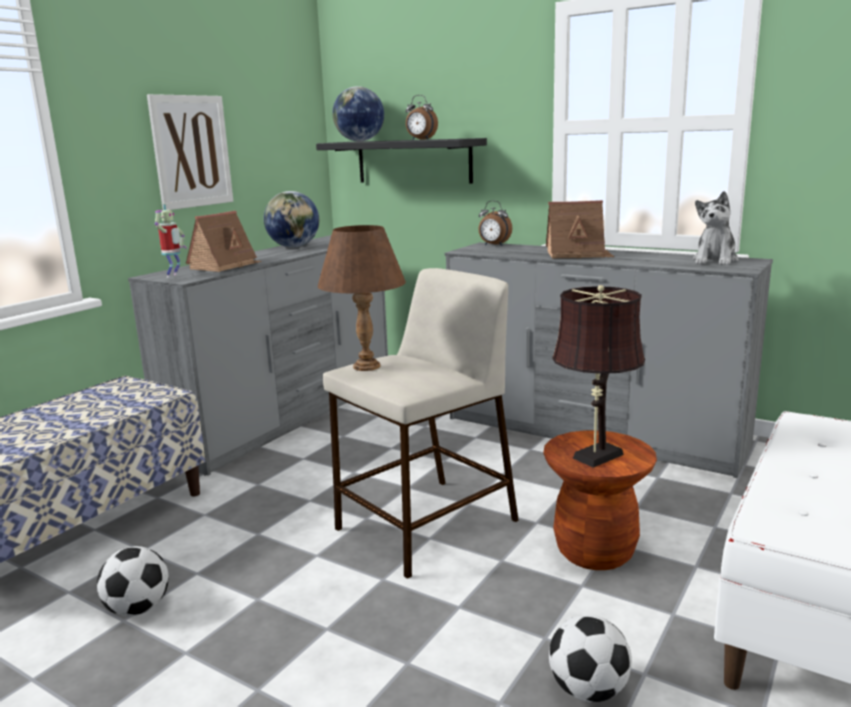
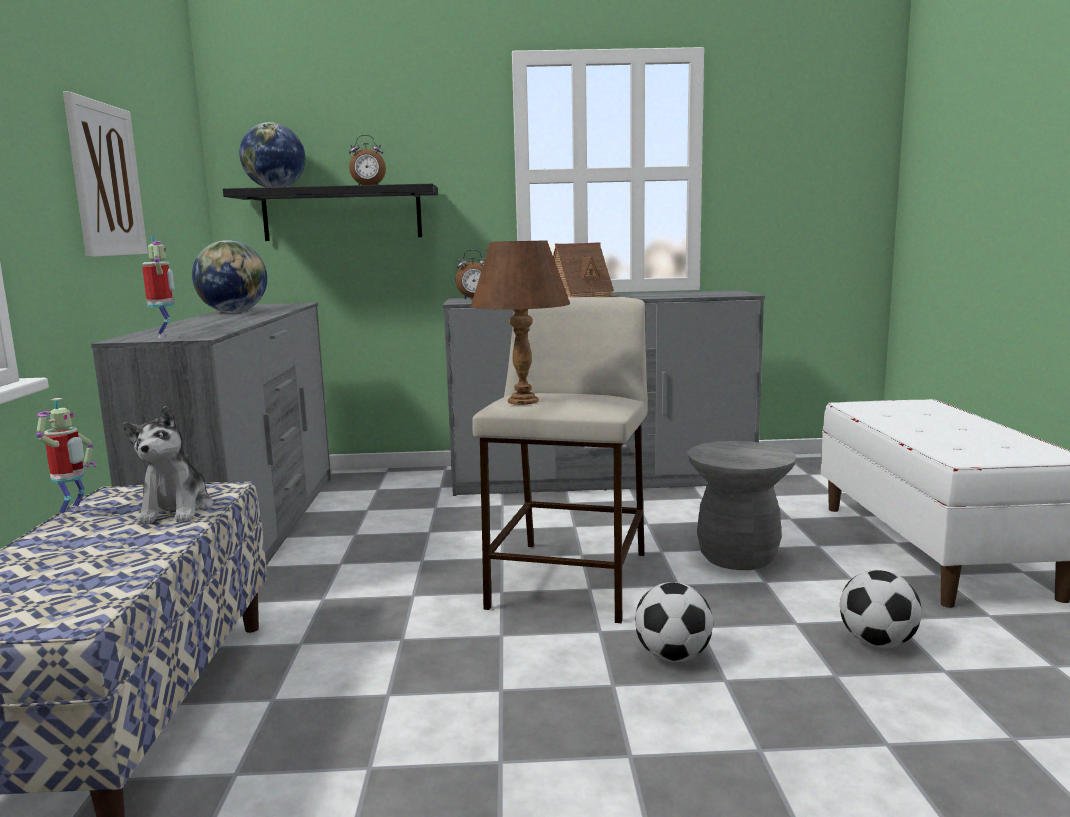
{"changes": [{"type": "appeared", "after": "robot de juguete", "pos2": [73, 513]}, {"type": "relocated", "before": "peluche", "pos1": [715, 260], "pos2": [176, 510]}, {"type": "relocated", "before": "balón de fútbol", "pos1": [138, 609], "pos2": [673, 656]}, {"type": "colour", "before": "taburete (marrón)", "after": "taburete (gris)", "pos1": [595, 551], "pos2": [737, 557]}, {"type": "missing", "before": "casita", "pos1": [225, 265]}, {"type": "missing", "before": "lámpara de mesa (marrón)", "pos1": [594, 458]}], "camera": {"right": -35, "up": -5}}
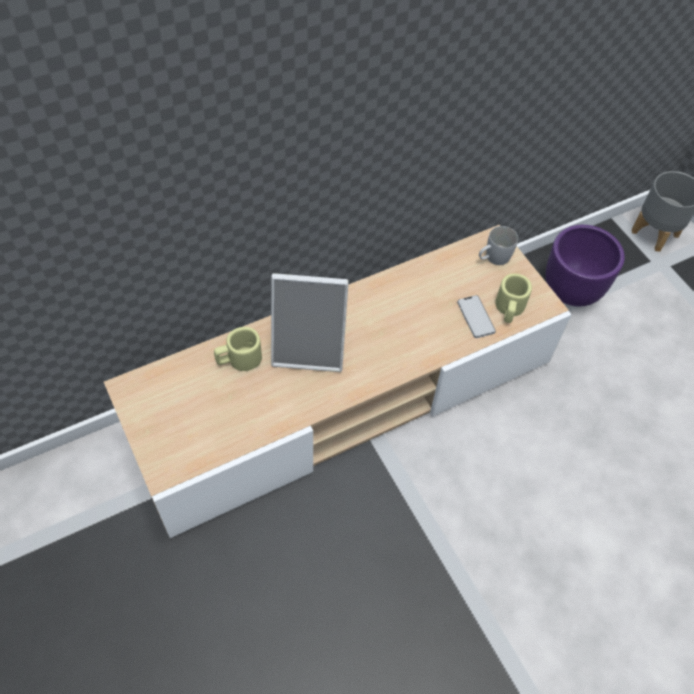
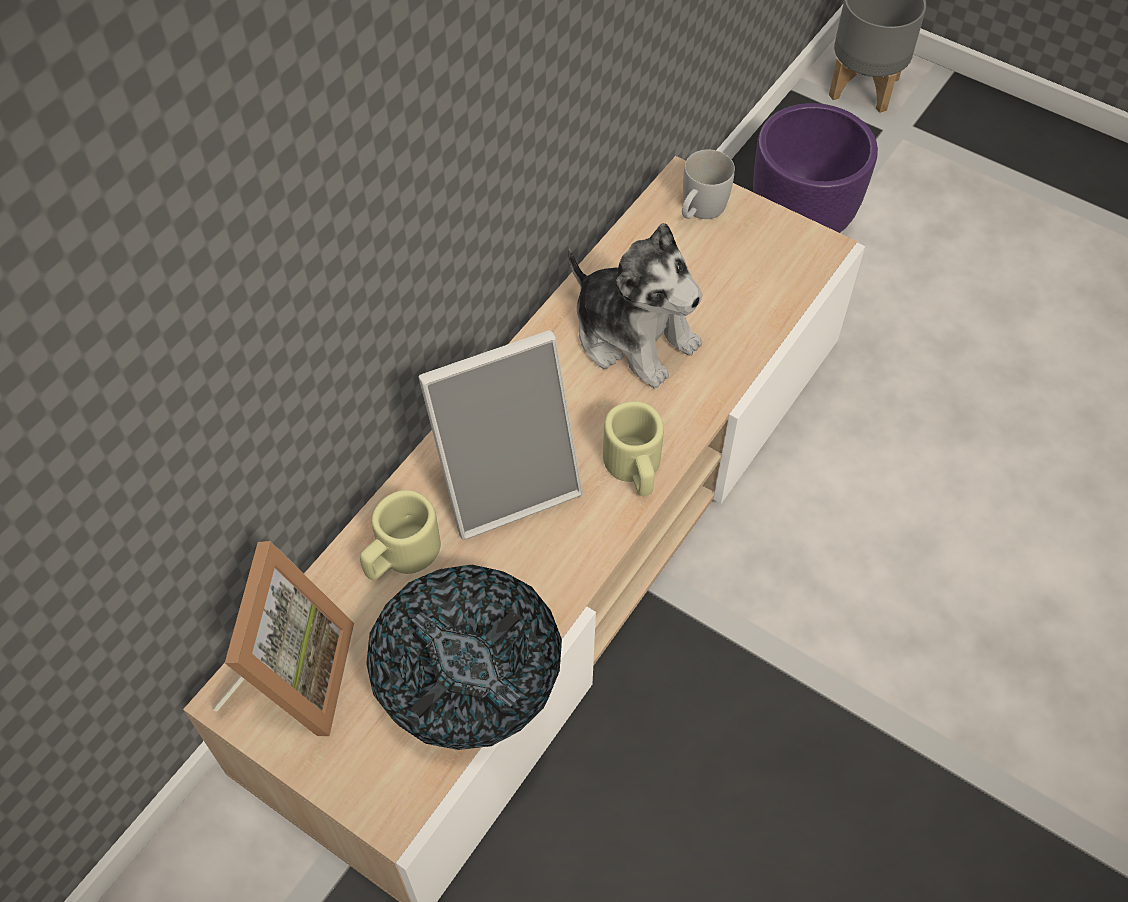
{"changes": [{"type": "appeared", "after": "portarretratos", "pos2": [292, 675]}, {"type": "appeared", "after": "cuenco", "pos2": [468, 679]}, {"type": "appeared", "after": "peluche", "pos2": [633, 336]}, {"type": "relocated", "before": "taza grande (beis)", "pos1": [509, 309], "pos2": [634, 468]}, {"type": "missing", "before": "móvil", "pos1": [476, 317]}], "camera": {"right": -25, "up": 0}}
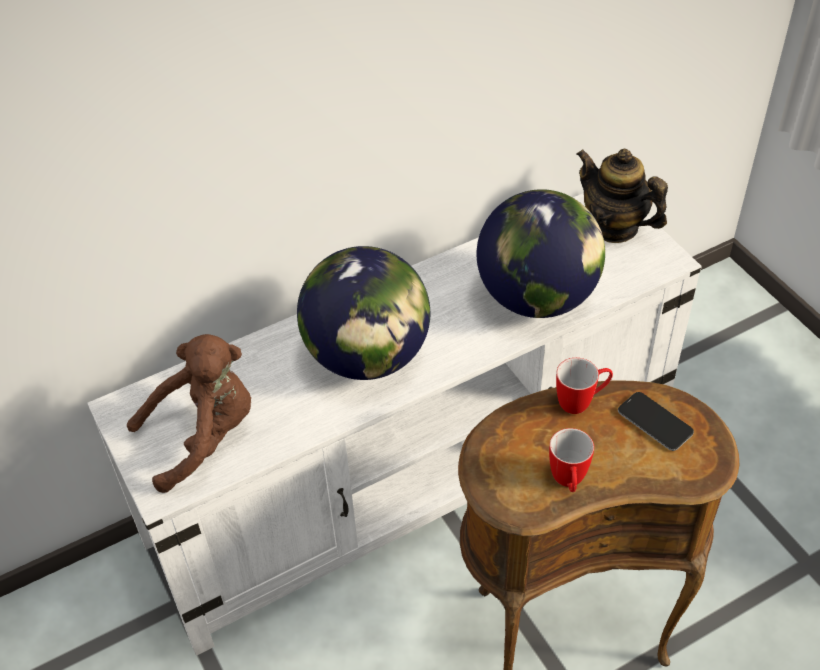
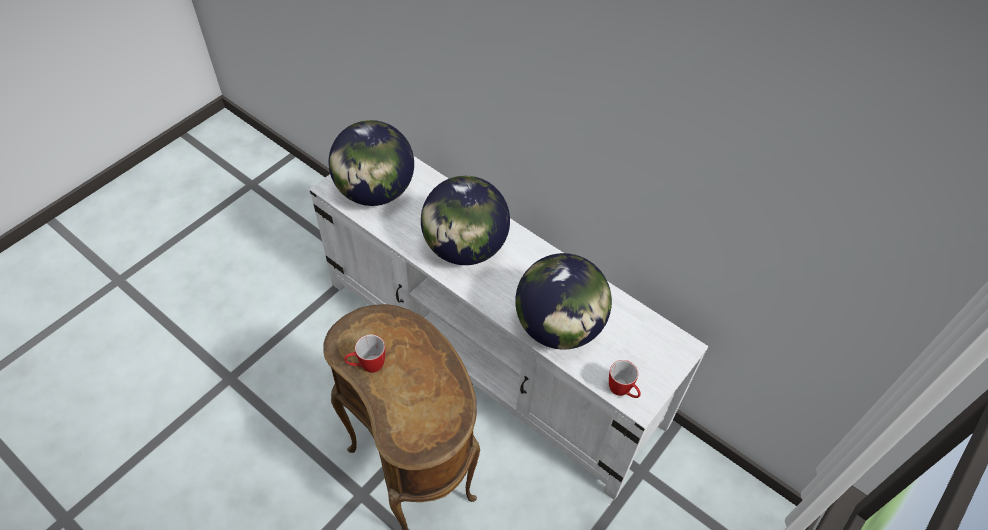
{"changes": [{"type": "exchanged", "before": "peluche (marrón)", "after": "globo terráqueo", "pos1": [204, 436], "pos2": [375, 192]}, {"type": "relocated", "before": "taza grande", "pos1": [581, 402], "pos2": [622, 392]}, {"type": "missing", "before": "tetera", "pos1": [614, 227]}, {"type": "missing", "before": "móvil", "pos1": [655, 422]}], "camera": {"right": 65, "up": 5}}
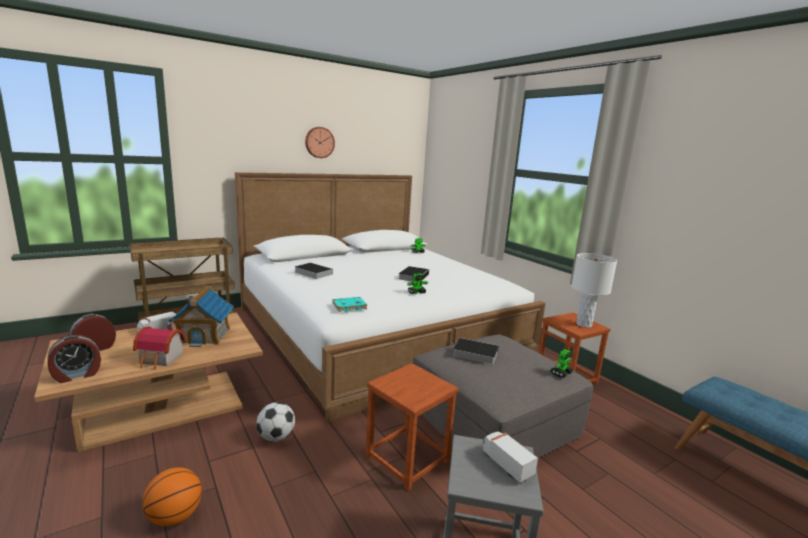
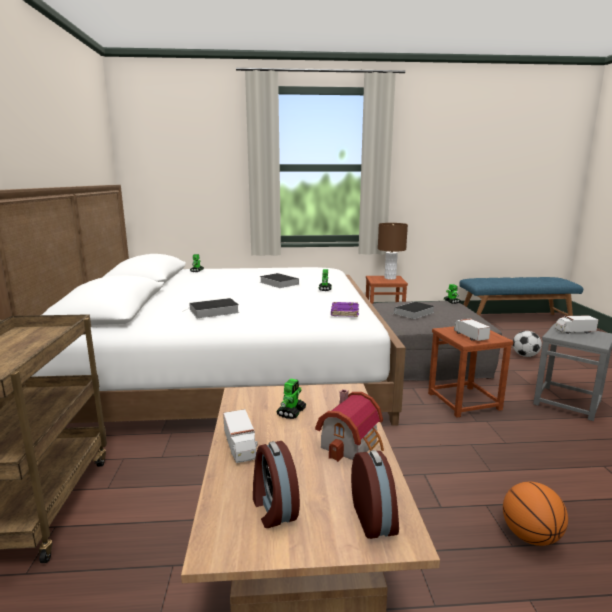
{"changes": [{"type": "exchanged", "before": "casita", "after": "robot de juguete", "pos1": [204, 335], "pos2": [291, 412]}, {"type": "colour", "before": "libro (turquesa)", "after": "libro (morado)", "pos1": [349, 306], "pos2": [344, 312]}, {"type": "colour", "before": "lámpara de mesa (blanco)", "after": "lámpara de mesa (marrón)", "pos1": [583, 324], "pos2": [390, 278]}, {"type": "appeared", "after": "camión de juguete", "pos2": [470, 336]}, {"type": "relocated", "before": "balón de fútbol", "pos1": [276, 437], "pos2": [525, 356]}, {"type": "missing", "before": "reloj de pared", "pos1": [319, 142]}], "camera": {"right": -60, "up": 0}}
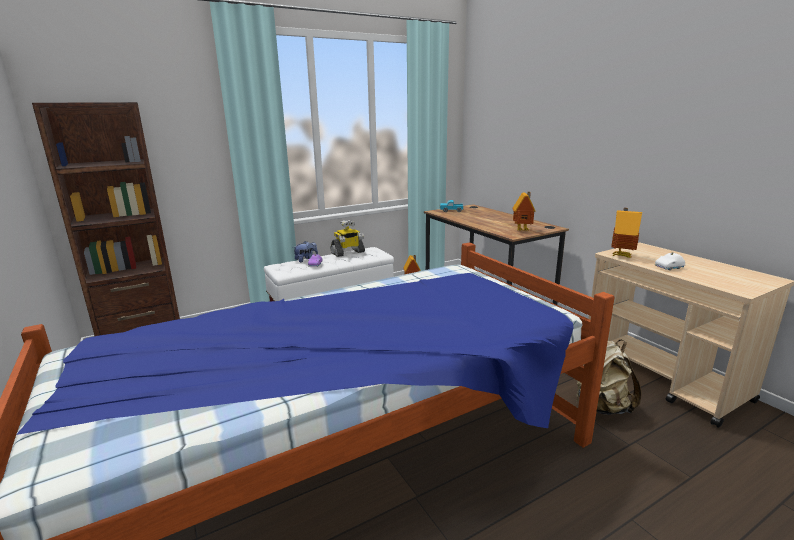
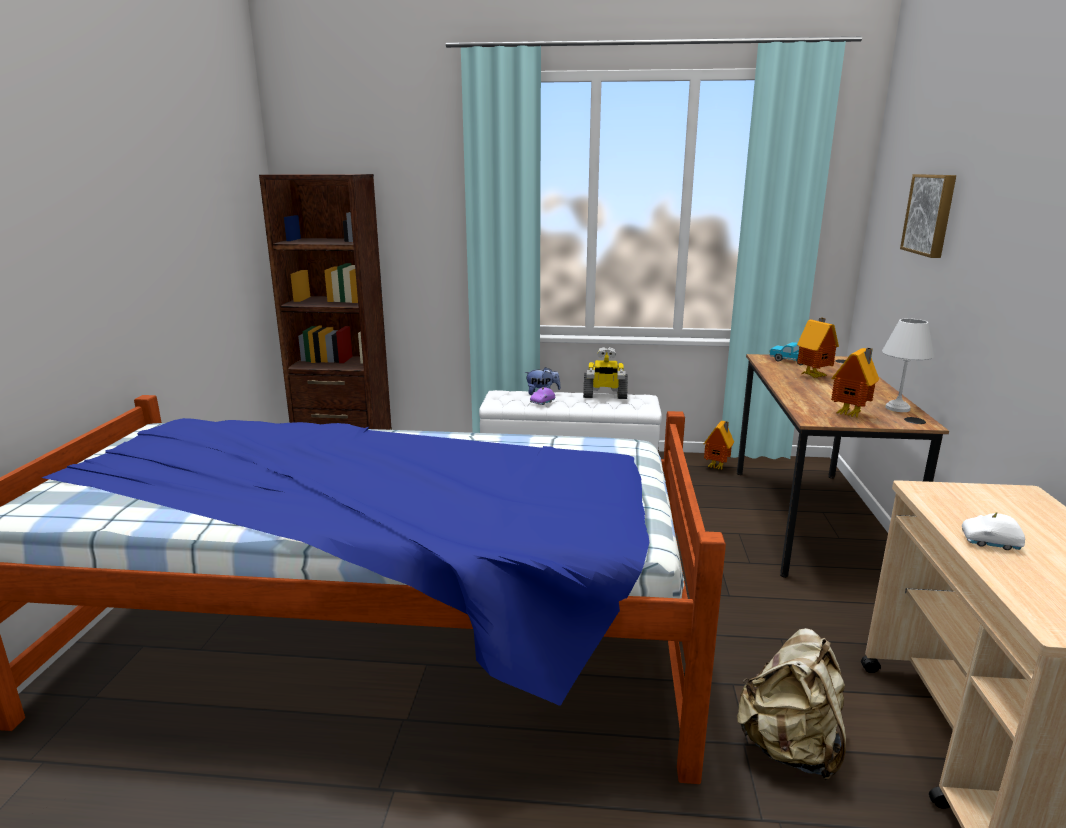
{"changes": [{"type": "relocated", "before": "casita", "pos1": [621, 256], "pos2": [814, 376]}, {"type": "appeared", "after": "lámpara de mesa (blanco)", "pos2": [898, 408]}, {"type": "appeared", "after": "cuadro", "pos2": [931, 214]}], "camera": {"right": 35, "up": 0}}
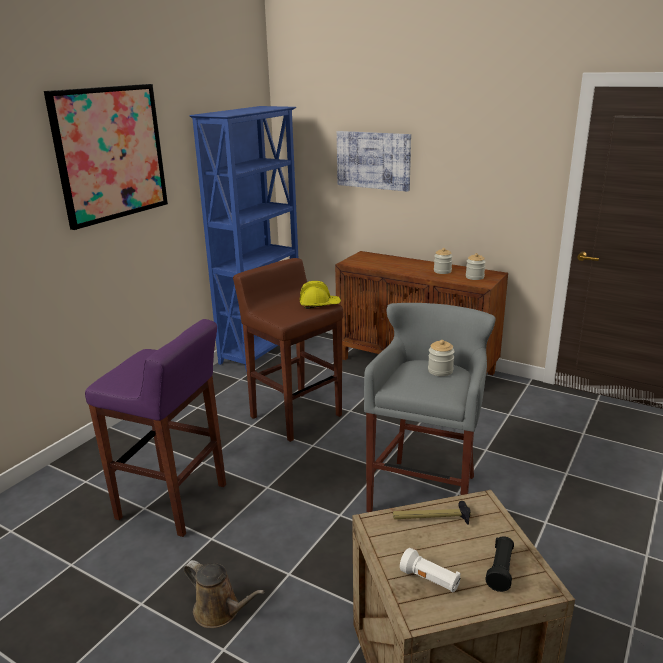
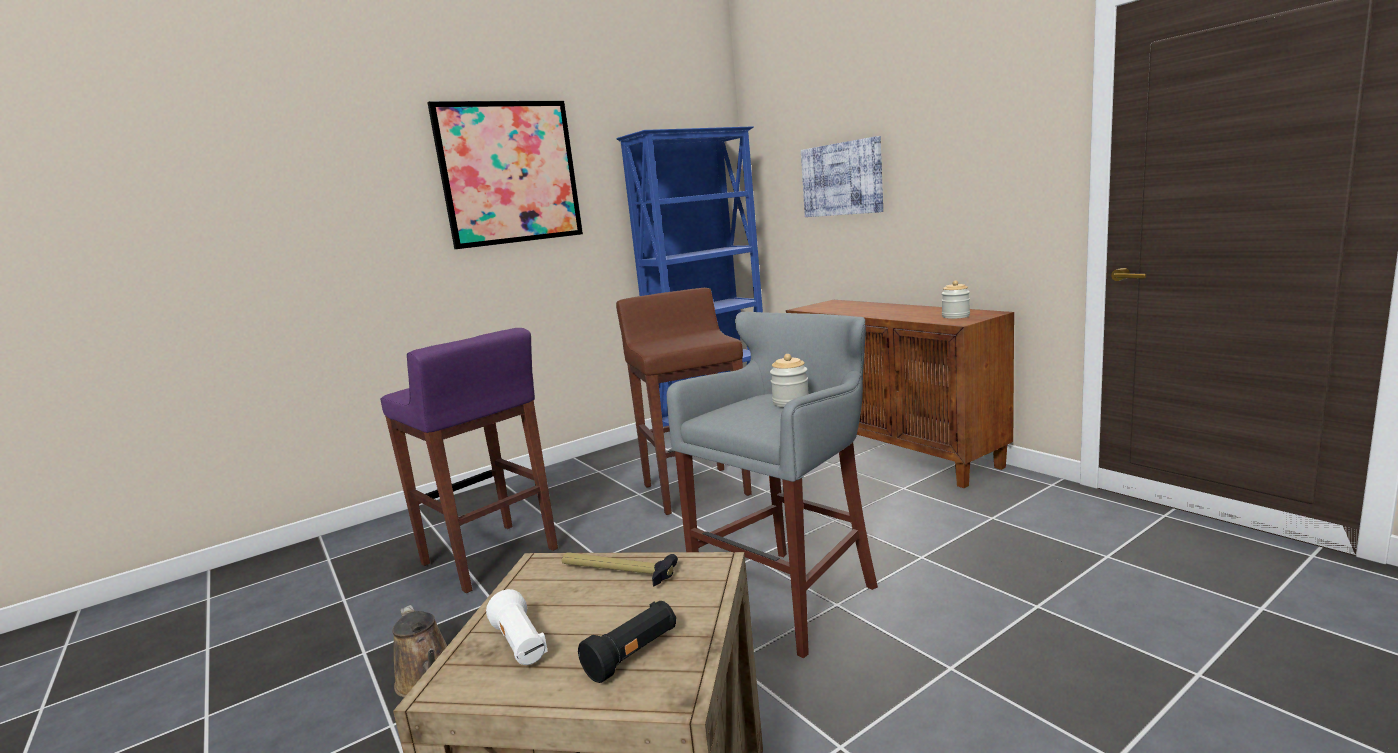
{"changes": [{"type": "missing", "before": "casco (amarillo)", "pos1": [319, 305]}, {"type": "missing", "before": "tarro", "pos1": [442, 271]}], "camera": {"right": 25, "up": -10}}
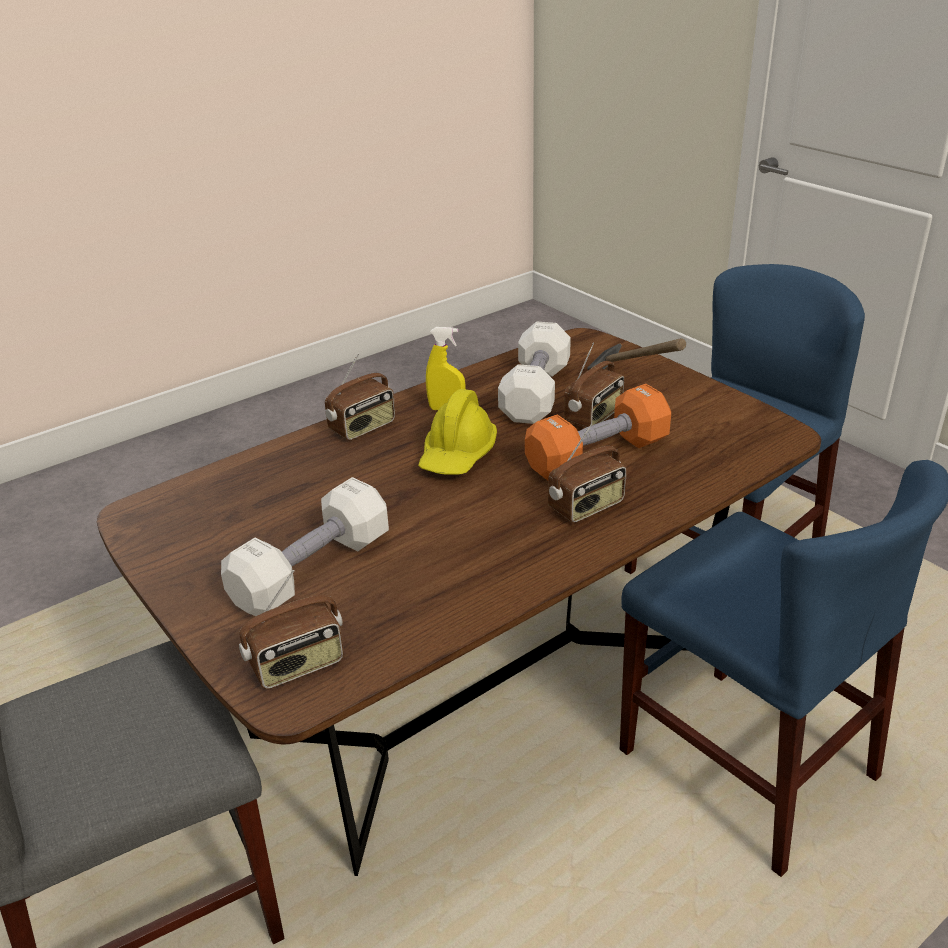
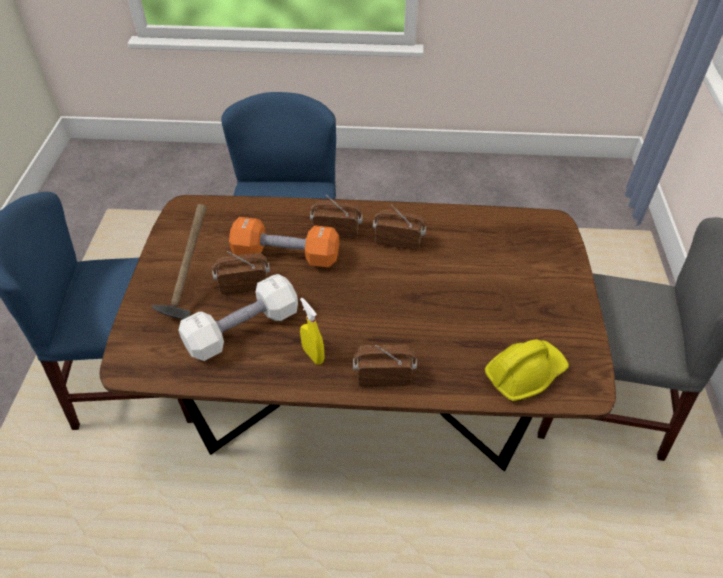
{"changes": [{"type": "relocated", "before": "radio", "pos1": [298, 665], "pos2": [398, 240]}, {"type": "relocated", "before": "casco (amarillo)", "pos1": [458, 455], "pos2": [524, 374]}, {"type": "missing", "before": "mancuerna (blanco)", "pos1": [312, 571]}], "camera": {"right": -140, "up": 15}}
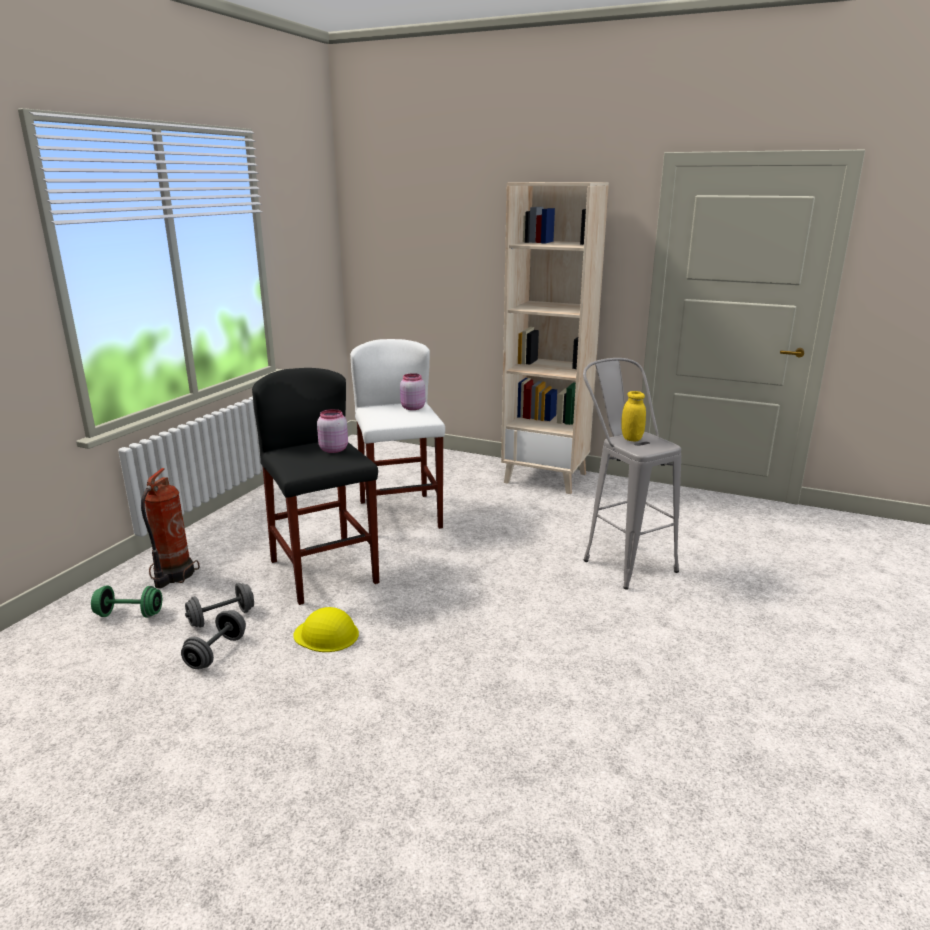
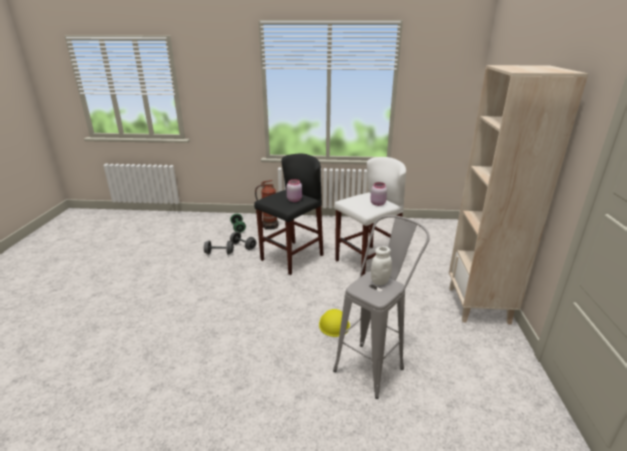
{"changes": [{"type": "relocated", "before": "casco (amarillo)", "pos1": [326, 634], "pos2": [334, 324]}, {"type": "colour", "before": "tarro (amarillo)", "after": "tarro (blanco)", "pos1": [631, 438], "pos2": [380, 281]}], "camera": {"right": 70, "up": 5}}
